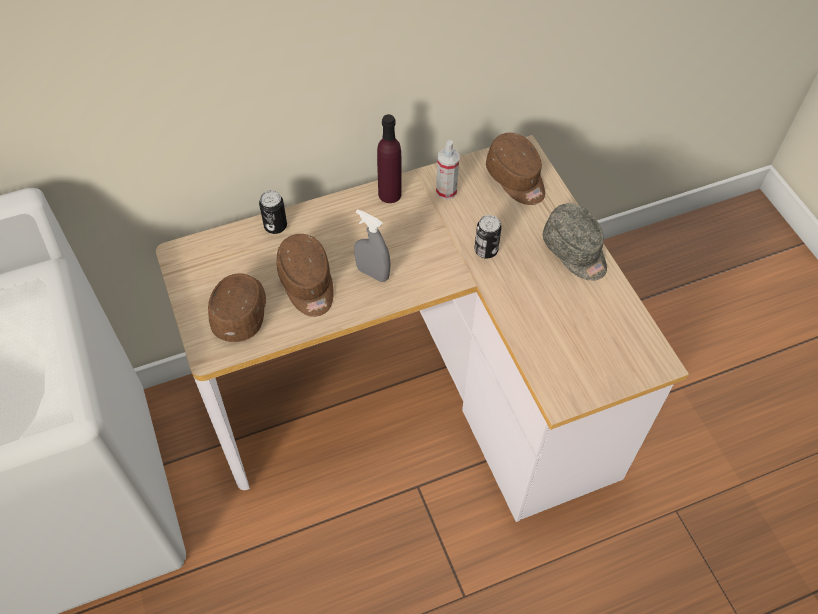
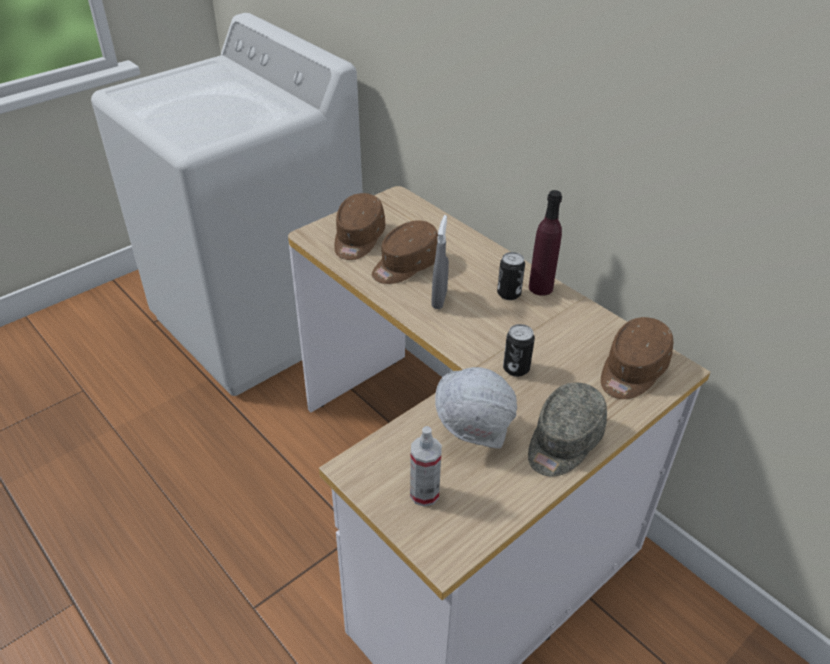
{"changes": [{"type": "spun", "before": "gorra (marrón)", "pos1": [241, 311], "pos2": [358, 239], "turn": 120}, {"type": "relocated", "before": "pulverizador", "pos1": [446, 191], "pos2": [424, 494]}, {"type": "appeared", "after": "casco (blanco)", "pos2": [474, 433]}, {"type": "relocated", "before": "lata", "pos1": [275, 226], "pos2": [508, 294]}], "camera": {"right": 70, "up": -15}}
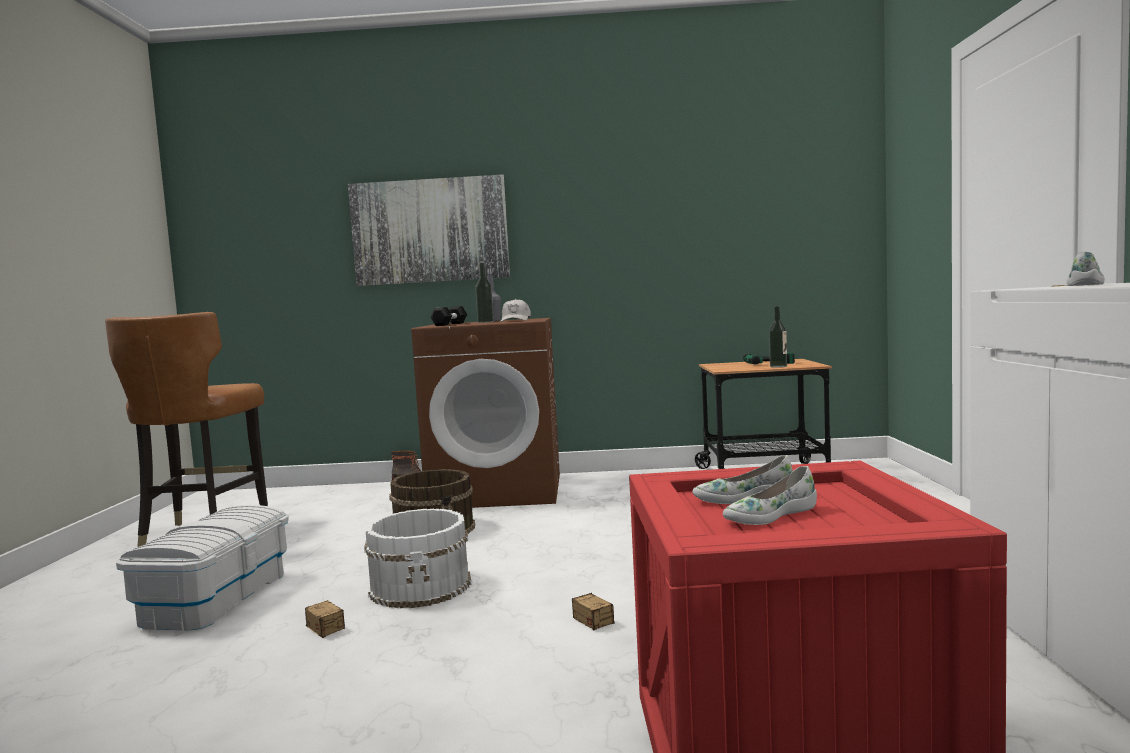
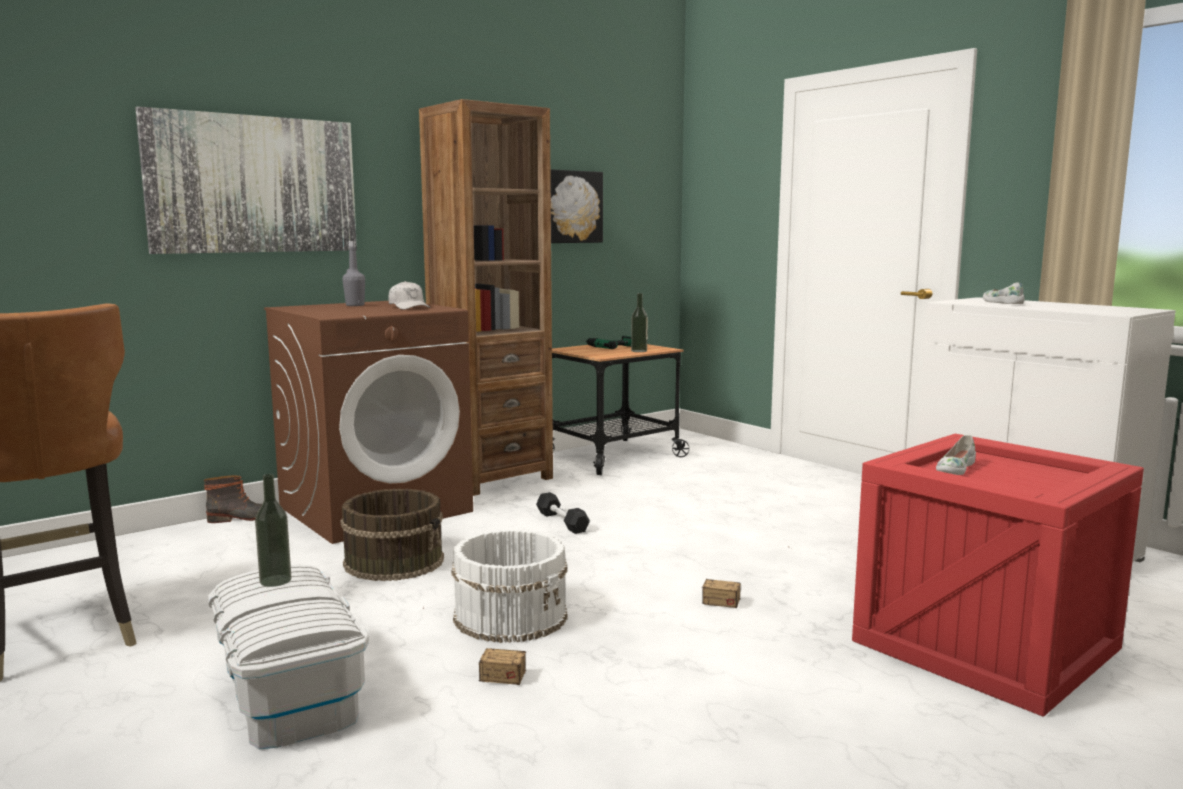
{"changes": [{"type": "relocated", "before": "botella", "pos1": [485, 322], "pos2": [275, 580]}, {"type": "appeared", "after": "estantería (marrón)", "pos2": [492, 478]}, {"type": "relocated", "before": "mancuerna (negro)", "pos1": [450, 324], "pos2": [562, 522]}, {"type": "appeared", "after": "cuadro", "pos2": [571, 207]}, {"type": "missing", "before": "zapato (blanco)", "pos1": [769, 515]}], "camera": {"right": -40, "up": 5}}
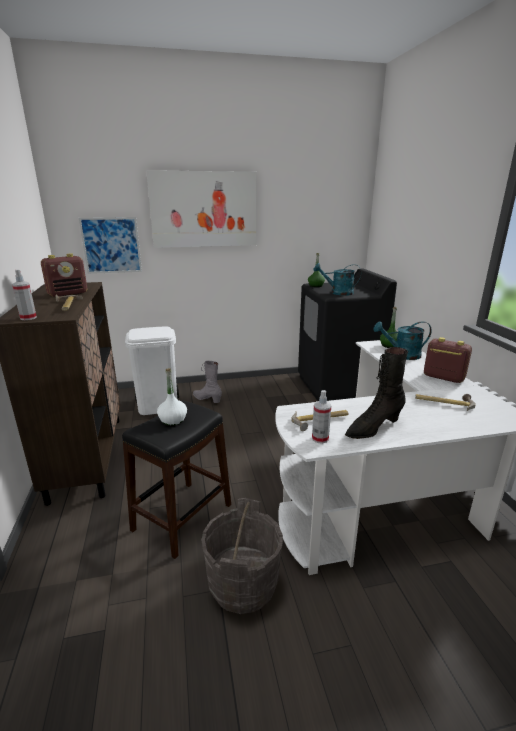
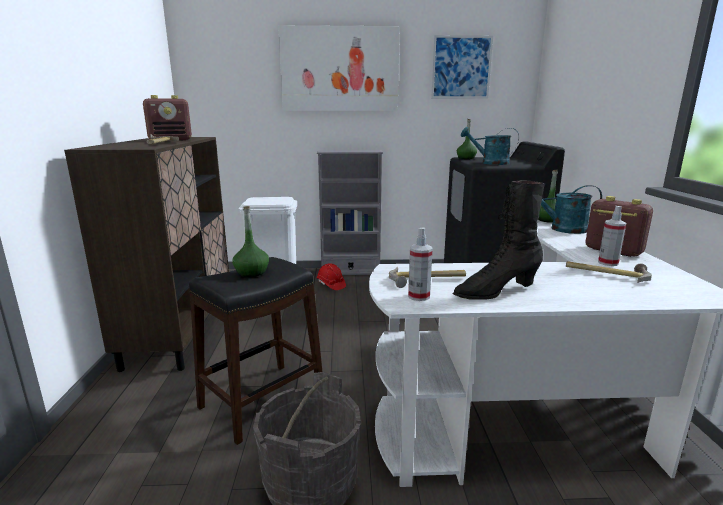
{"changes": [{"type": "colour", "before": "botella (blanco)", "after": "botella (verde)", "pos1": [172, 420], "pos2": [251, 272]}, {"type": "appeared", "after": "estantería (gris)", "pos2": [350, 271]}, {"type": "exchanged", "before": "bota (gris)", "after": "casco (rojo)", "pos1": [207, 399], "pos2": [331, 285]}, {"type": "relocated", "before": "cuadro", "pos1": [111, 245], "pos2": [461, 67]}, {"type": "relocated", "before": "pulverizador", "pos1": [28, 318], "pos2": [608, 263]}], "camera": {"right": 10, "up": -5}}
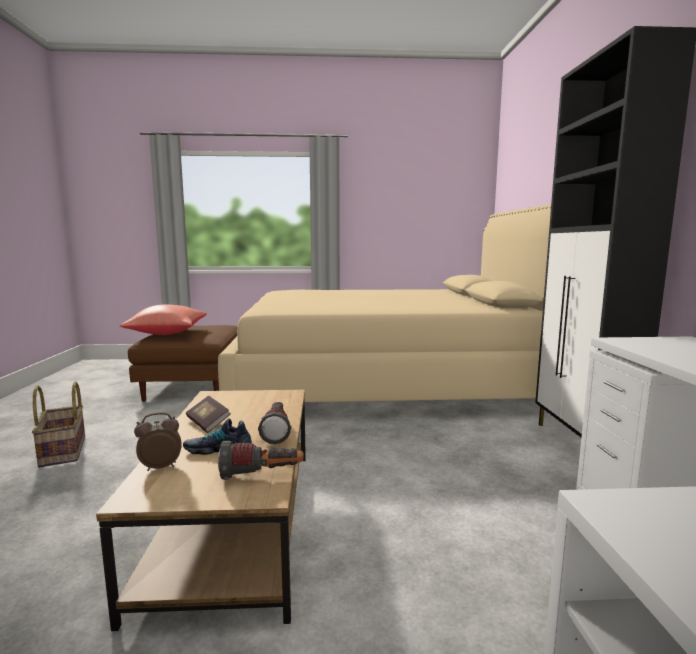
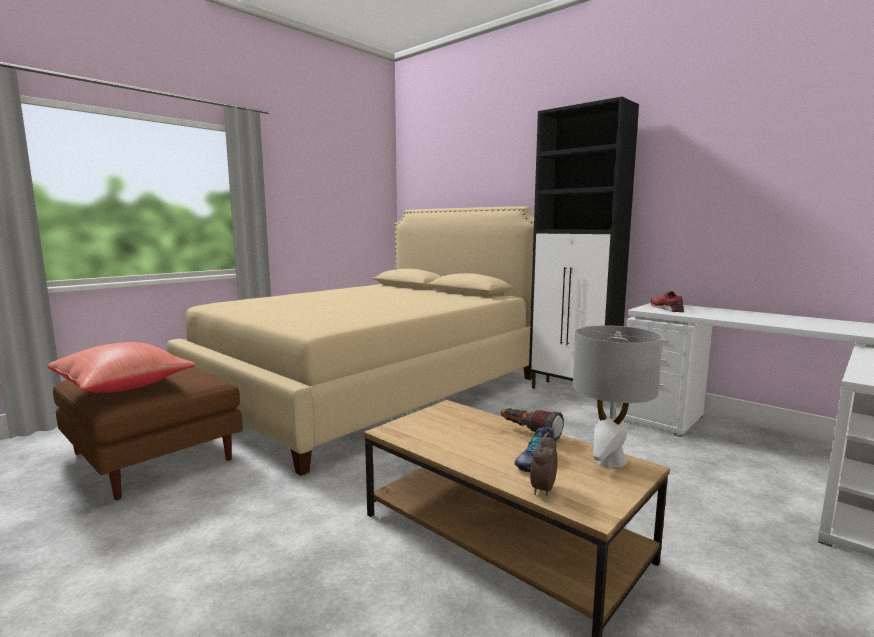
{"changes": [{"type": "exchanged", "before": "linterna", "after": "lámpara de mesa (gris)", "pos1": [262, 476], "pos2": [609, 460]}, {"type": "appeared", "after": "zapato (rojo)", "pos2": [667, 309]}, {"type": "missing", "before": "cesta", "pos1": [64, 451]}, {"type": "missing", "before": "libro", "pos1": [208, 423]}], "camera": {"right": -45, "up": 0}}
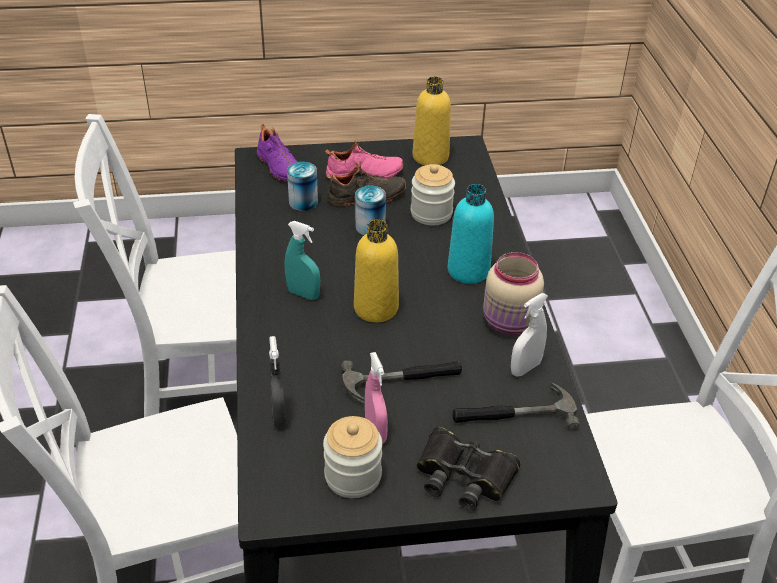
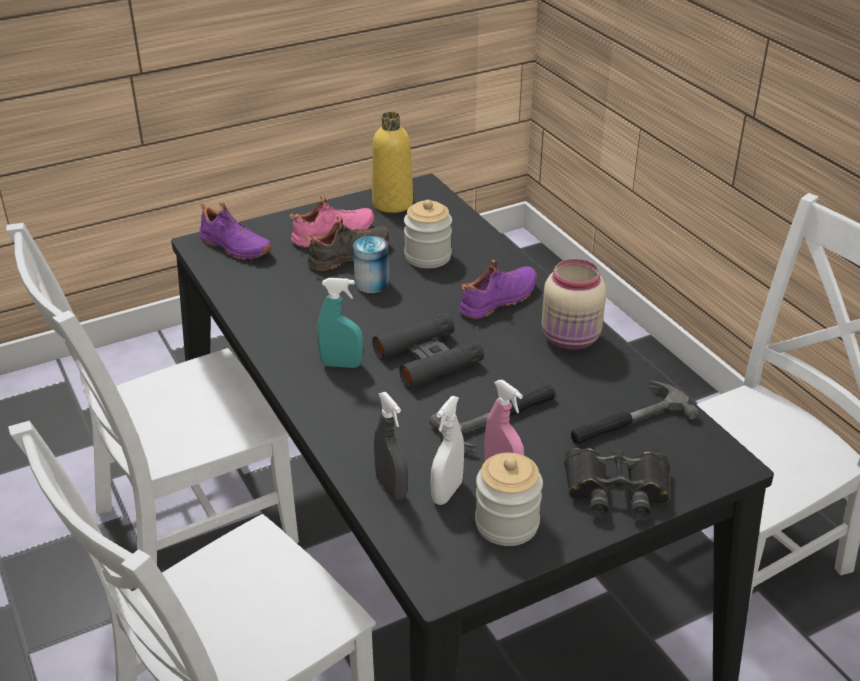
{"changes": [{"type": "exchanged", "before": "botella (amarillo)", "after": "prismáticos (negro)", "pos1": [376, 308], "pos2": [428, 359]}, {"type": "relocated", "before": "pulverizador (blanco)", "pos1": [525, 368], "pos2": [447, 492]}, {"type": "exchanged", "before": "botella (turquesa)", "after": "zapato (morado)", "pos1": [468, 270], "pos2": [500, 301]}, {"type": "missing", "before": "lata", "pos1": [303, 202]}], "camera": {"right": -20, "up": -5}}
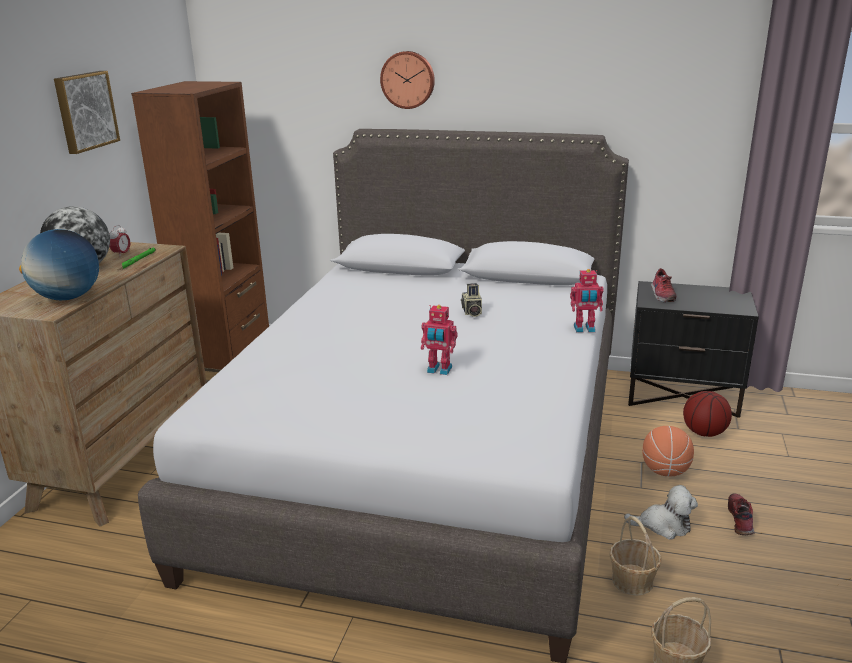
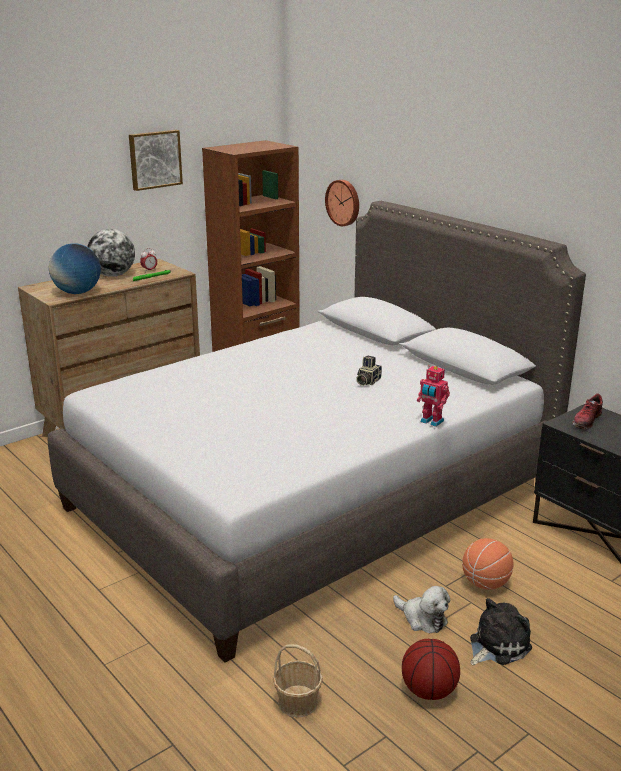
{"changes": [{"type": "relocated", "before": "reloj de pared", "pos1": [408, 79], "pos2": [344, 202]}, {"type": "relocated", "before": "balón de baloncesto", "pos1": [704, 433], "pos2": [428, 691]}, {"type": "exchanged", "before": "zapato", "after": "peluche", "pos1": [741, 519], "pos2": [496, 645]}, {"type": "missing", "before": "robot de juguete", "pos1": [439, 370]}, {"type": "missing", "before": "cesta", "pos1": [632, 581]}], "camera": {"right": 35, "up": 0}}
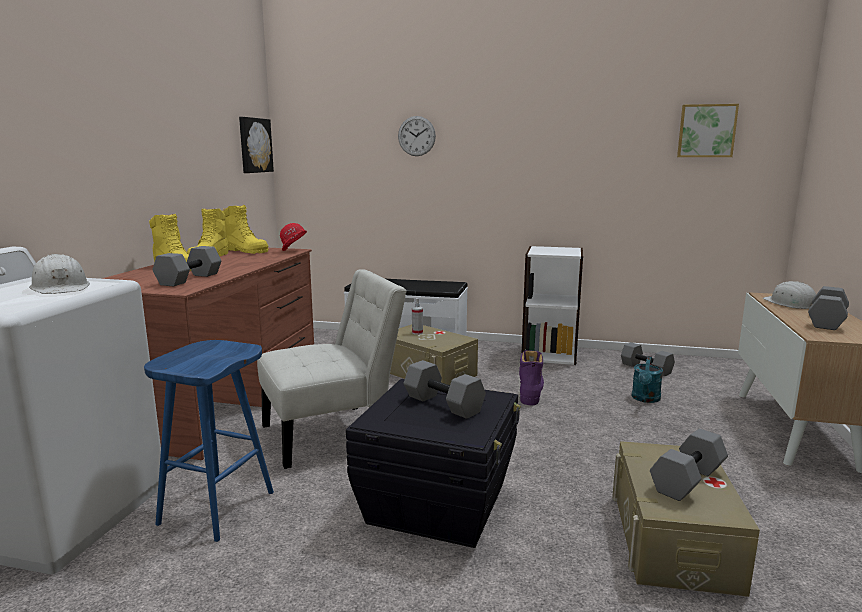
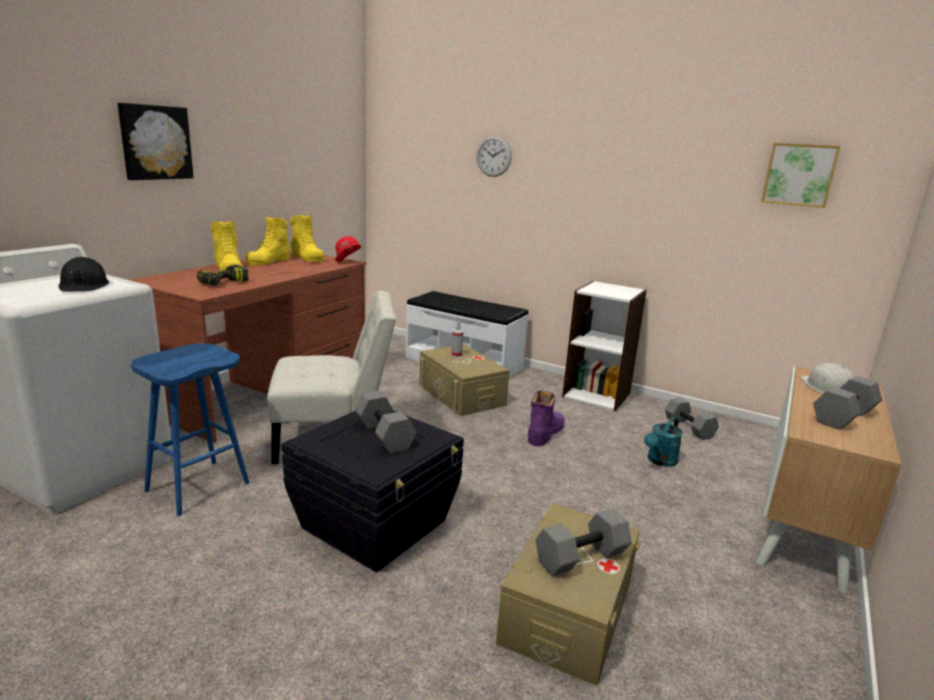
{"changes": [{"type": "colour", "before": "casco (blanco)", "after": "casco (negro)", "pos1": [61, 288], "pos2": [84, 285]}, {"type": "relocated", "before": "cuadro", "pos1": [254, 145], "pos2": [155, 142]}, {"type": "exchanged", "before": "mancuerna (gris)", "after": "taladro", "pos1": [189, 279], "pos2": [224, 283]}], "camera": {"right": 15, "up": 5}}
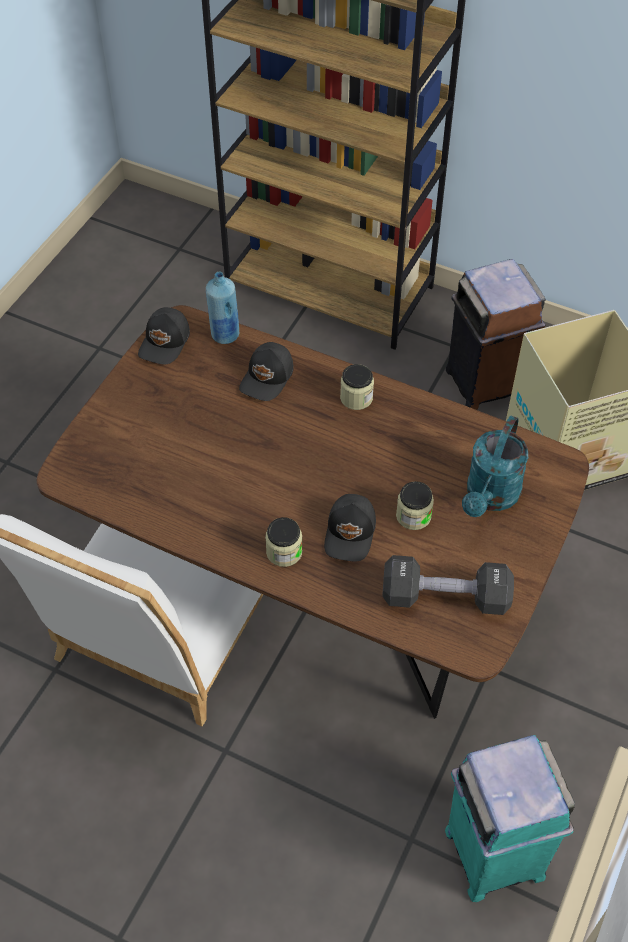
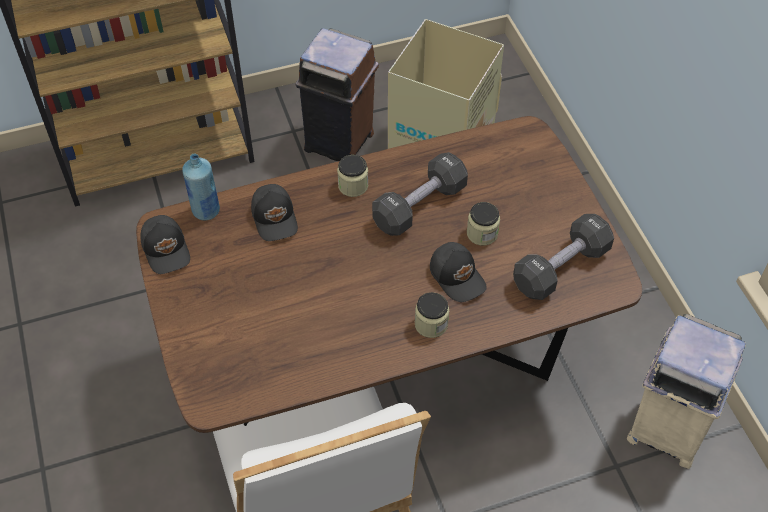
{"changes": [{"type": "appeared", "after": "mancuerna (negro)", "pos2": [419, 206]}, {"type": "colour", "before": "papelera (turquesa)", "after": "papelera (beis)", "pos1": [493, 851], "pos2": [666, 428]}, {"type": "missing", "before": "regadera (turquesa)", "pos1": [490, 497]}], "camera": {"right": -45, "up": 0}}
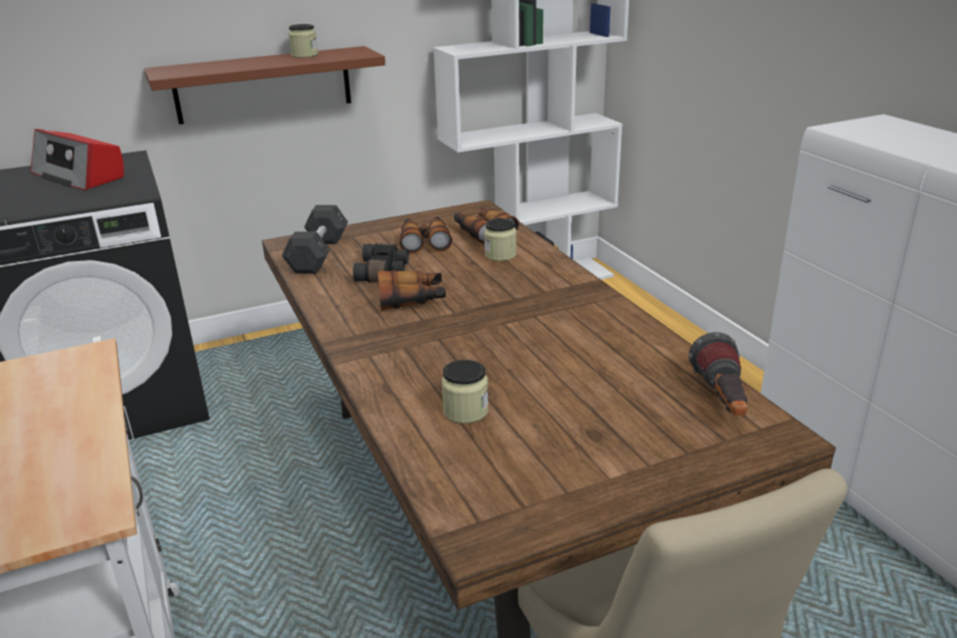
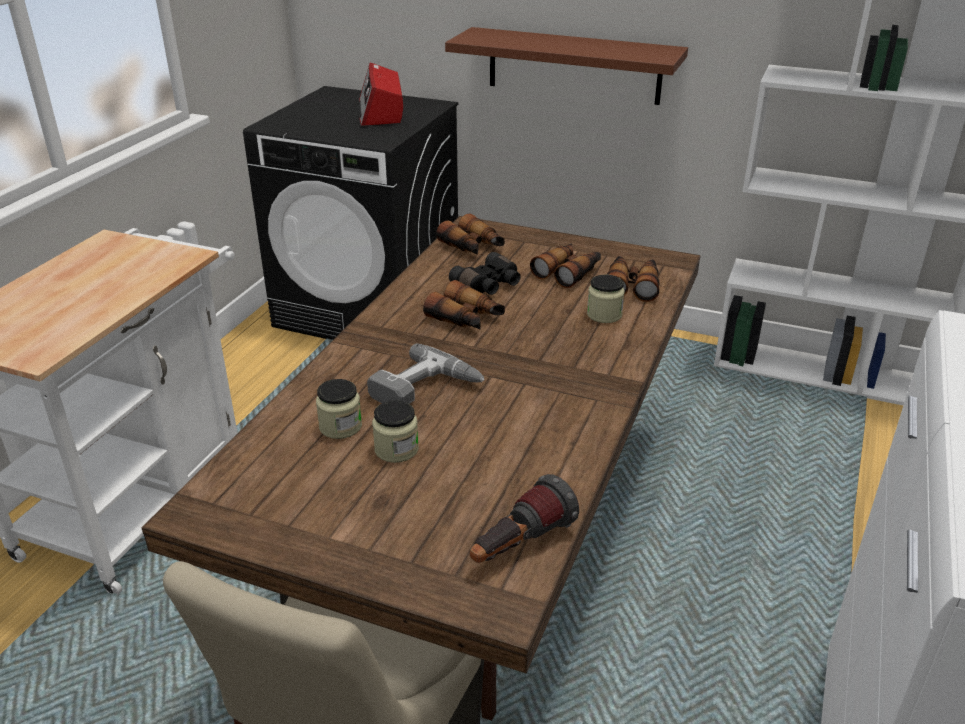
{"changes": [{"type": "appeared", "after": "taladro", "pos2": [426, 390]}, {"type": "relocated", "before": "tarro", "pos1": [304, 55], "pos2": [396, 449]}, {"type": "exchanged", "before": "mancuerna (gris)", "after": "prismáticos", "pos1": [318, 255], "pos2": [473, 247]}], "camera": {"right": 45, "up": 5}}
